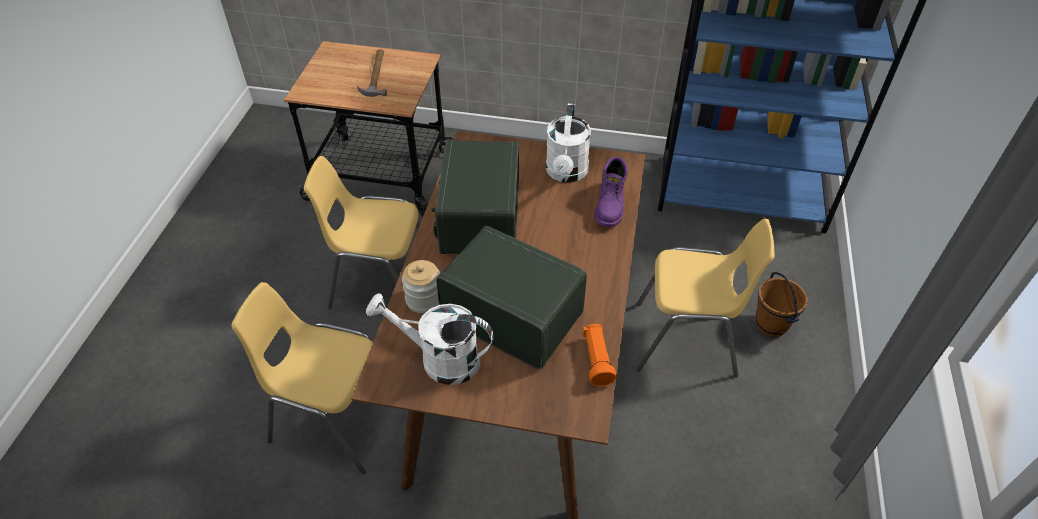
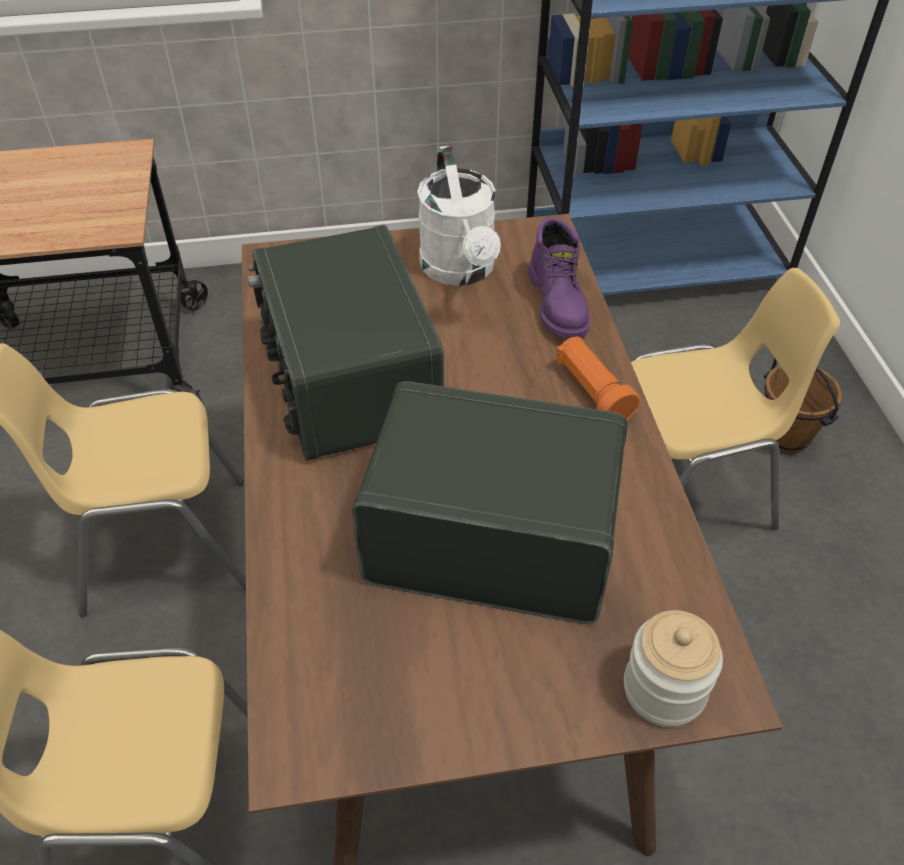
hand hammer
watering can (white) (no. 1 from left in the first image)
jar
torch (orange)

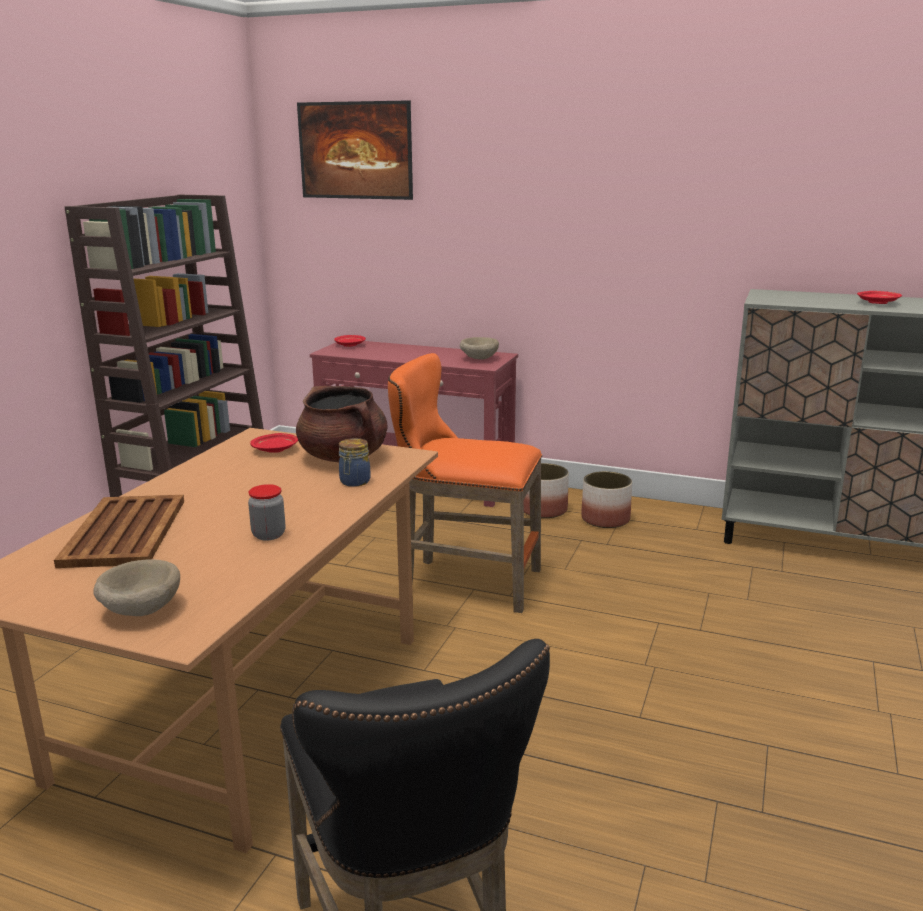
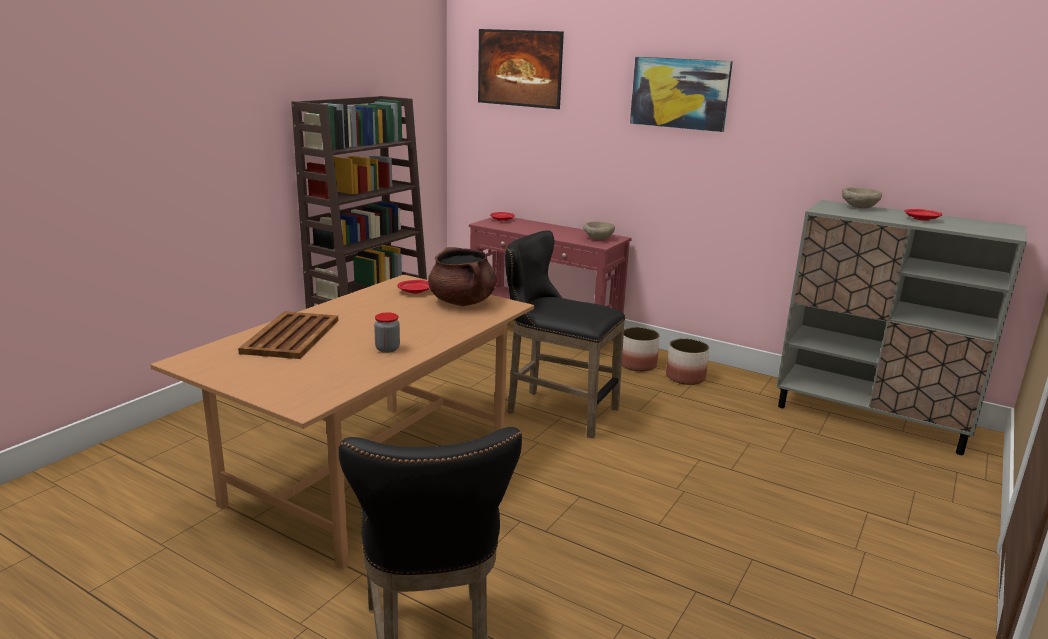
jar (no. 2 from left in the first image)
picture (no. 2 from left)
serving bowl (sand-coloured) (no. 2 from left)
stool seat (black) (no. 2 from left)

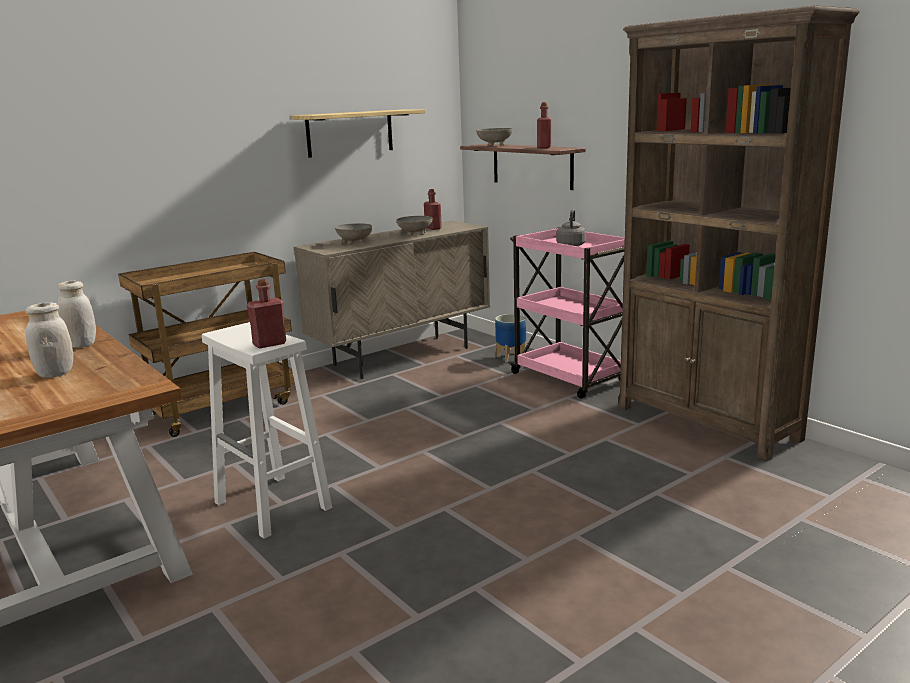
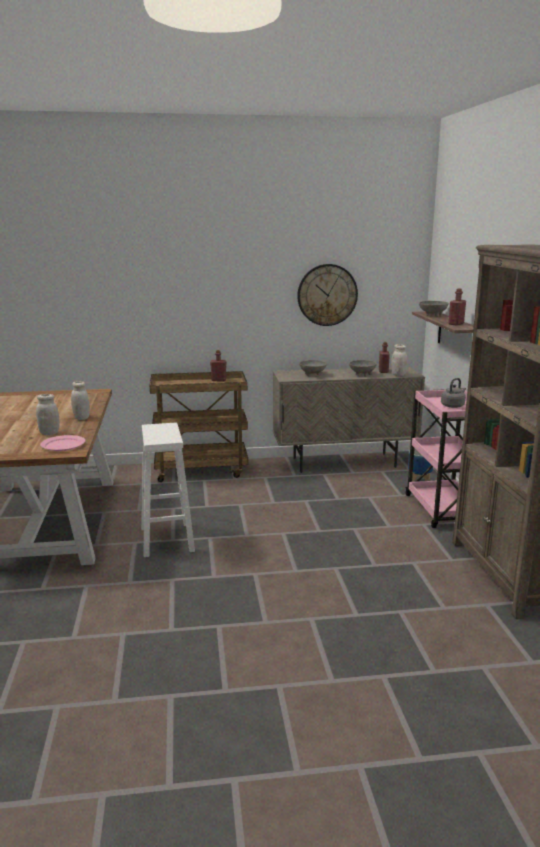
plate (pinkish)
jar (white) (no. 3 from left)
drink bottle (red) (no. 1 from left)
wall clock

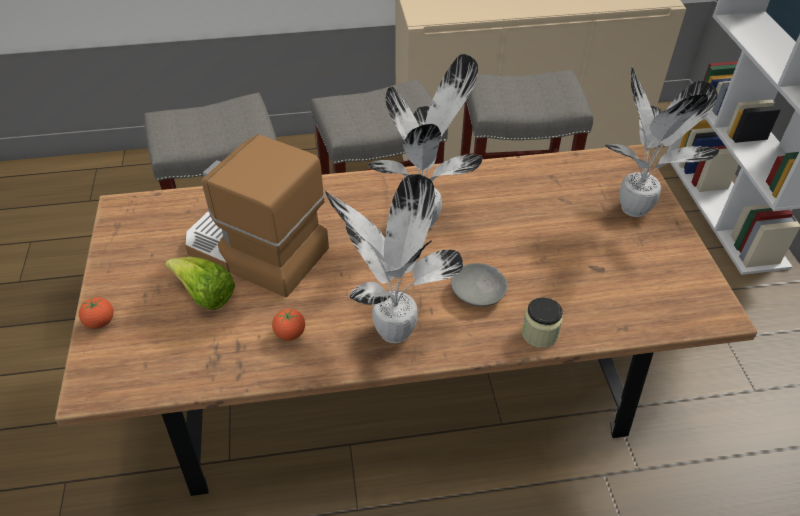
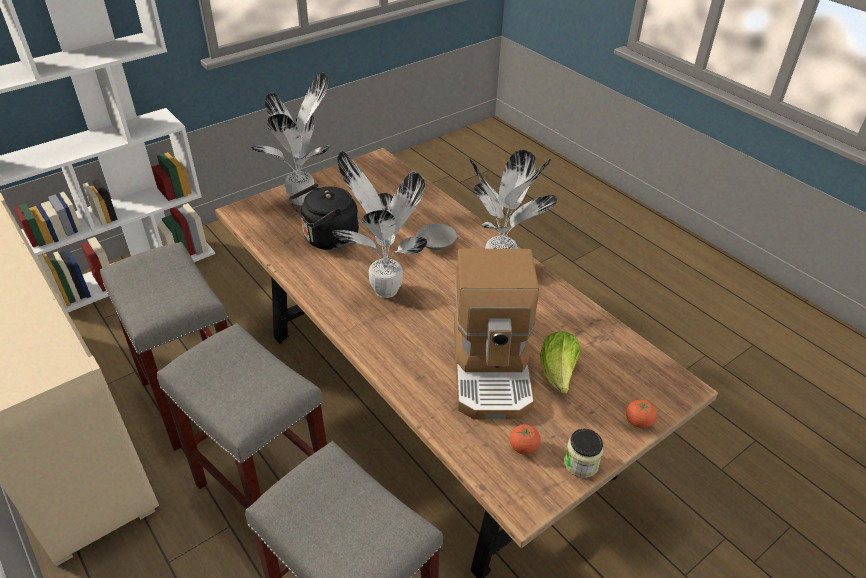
kettle (black)
fresh tomato (no. 1 from left)
jar

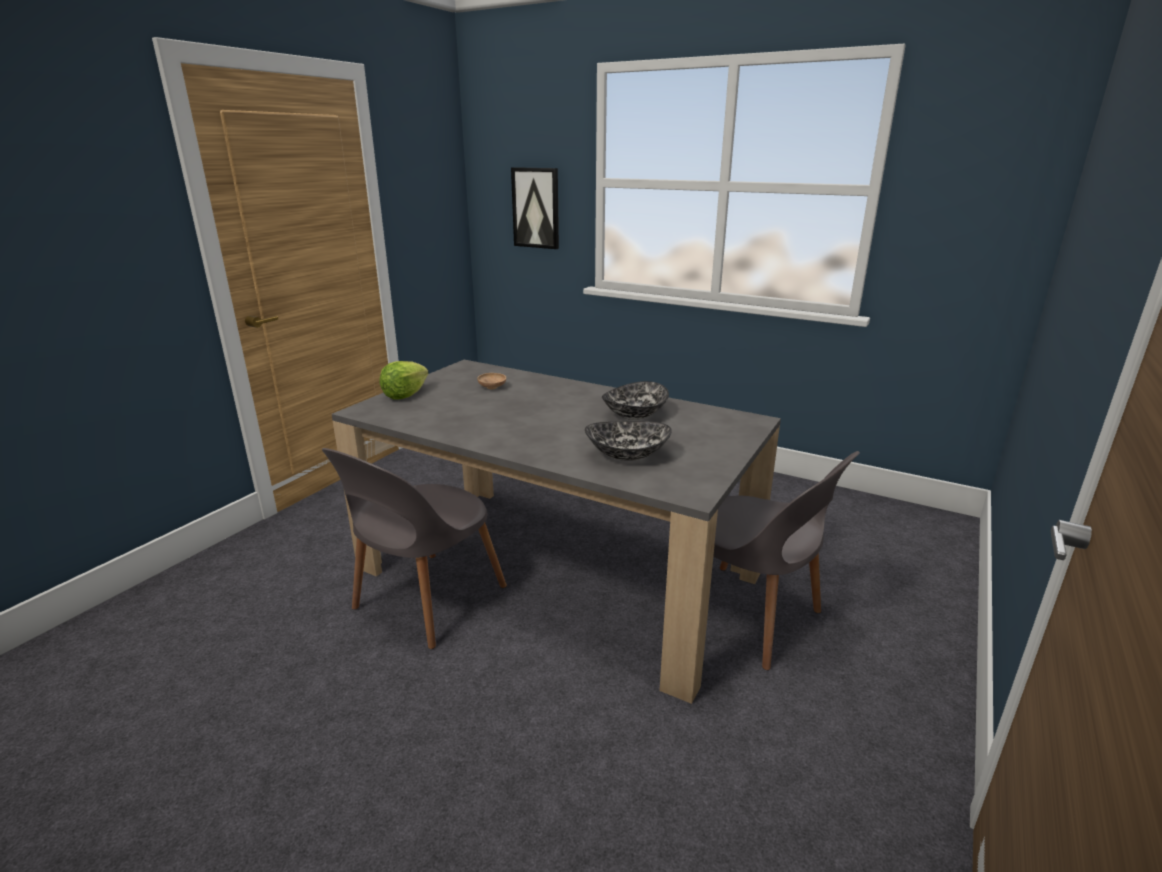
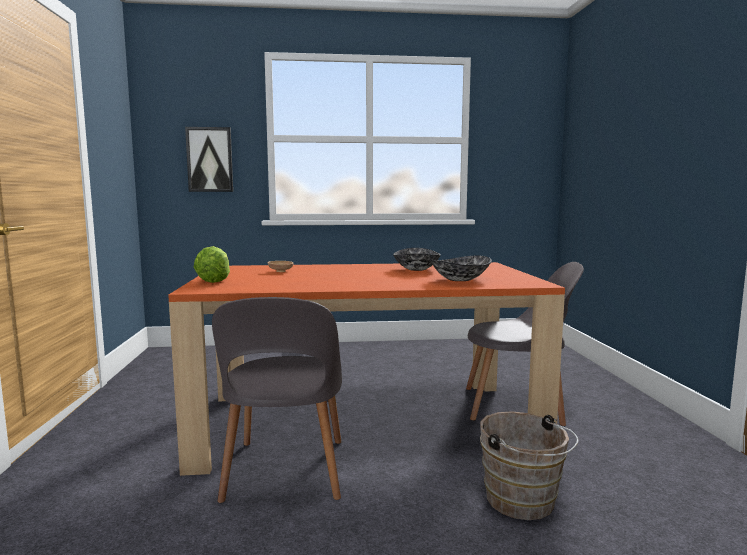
water bucket (brown)
dinner table (orange)

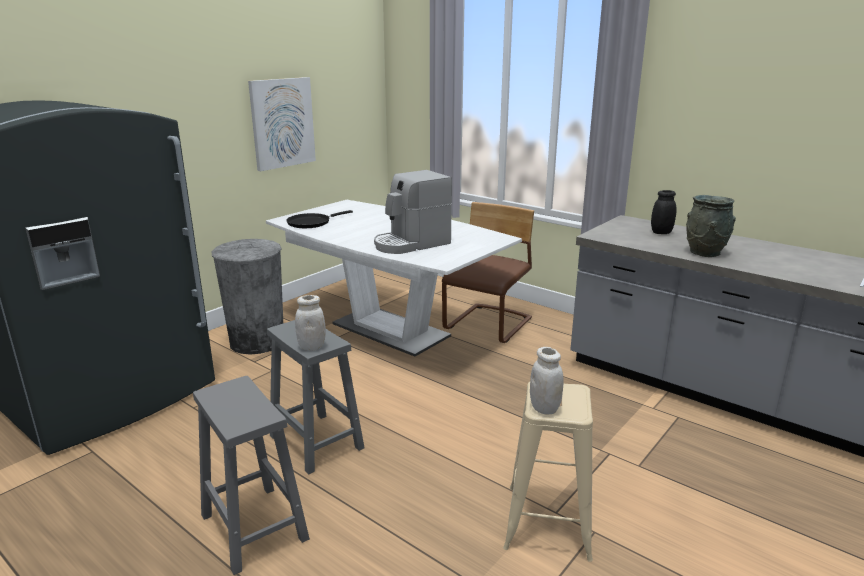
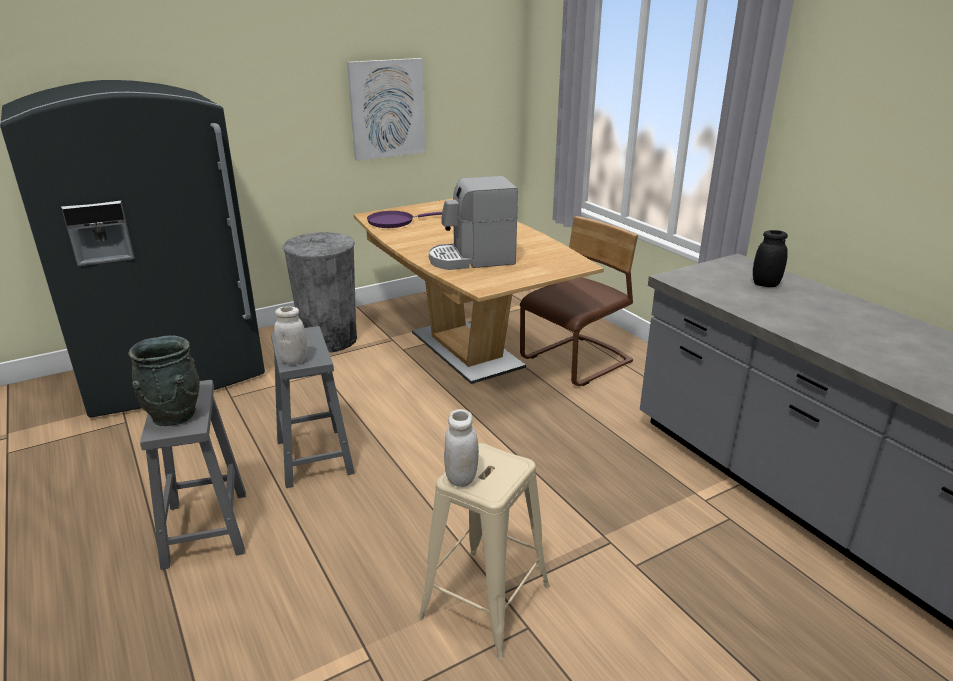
flower vase (gray)
dinner table (brown)
pan (purplish)

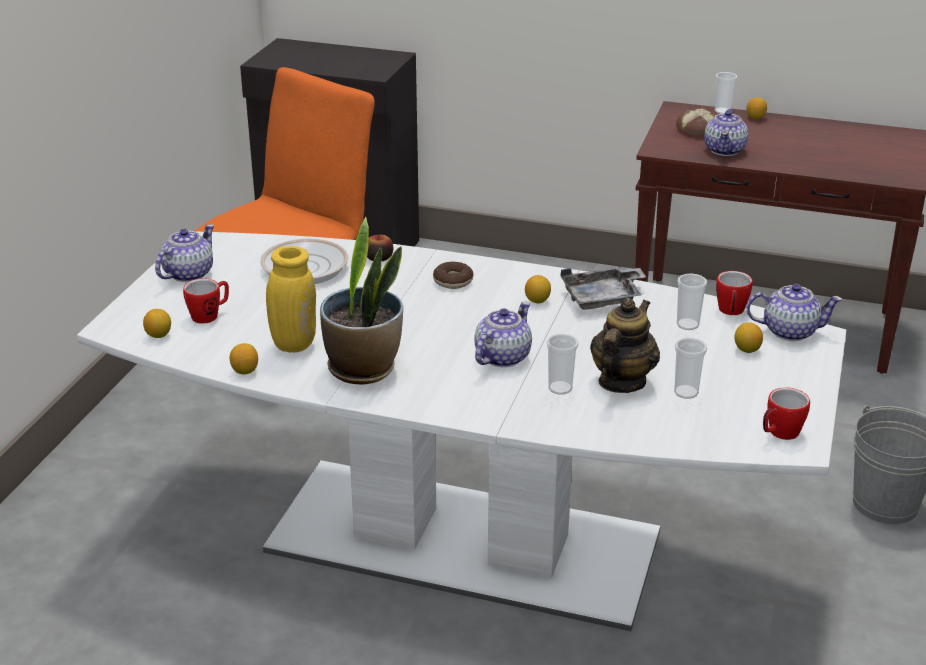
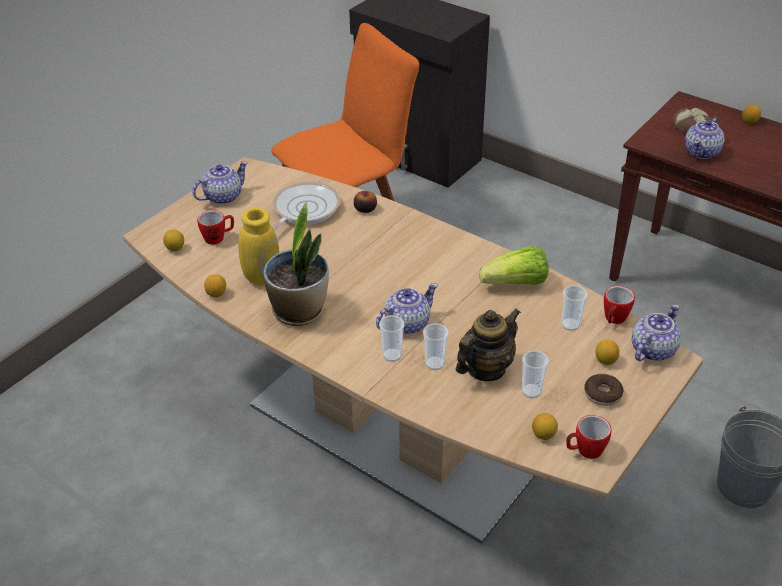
doughnut
lemon (no. 3 from left)
drinking cup (no. 1 from left)
lettuce
dinner table (brown)
tea pot (no. 4 from left)

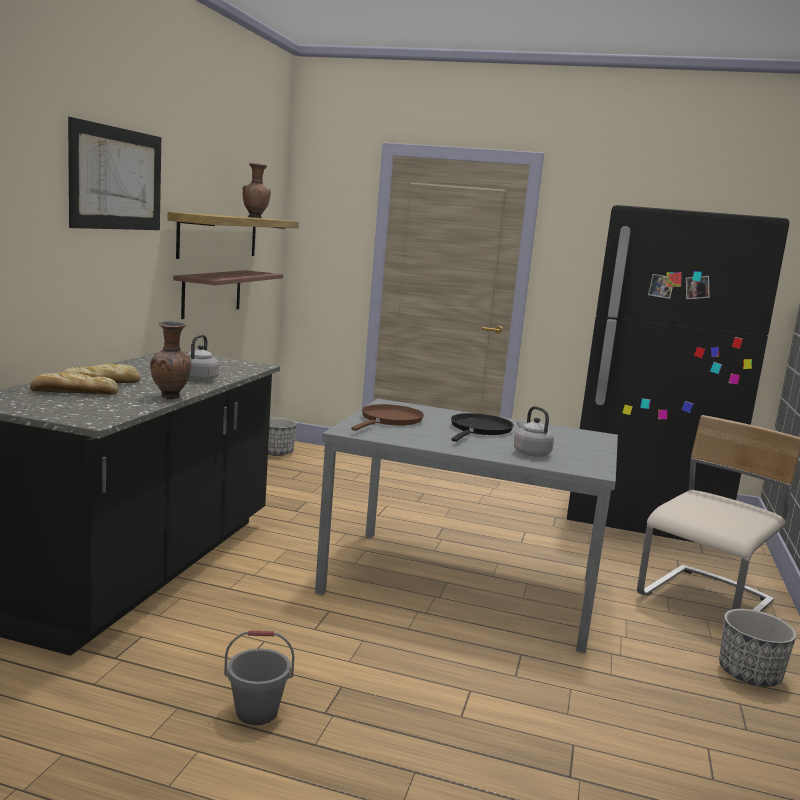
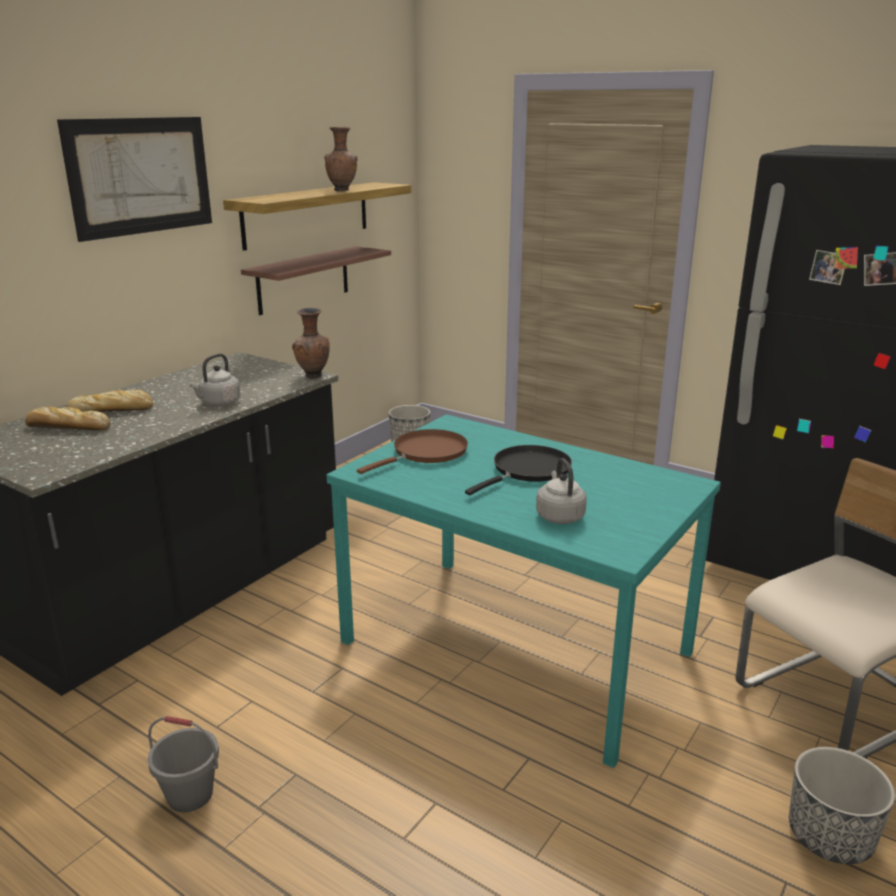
flower vase (brown) (no. 1 from left)
dinner table (blue-green)

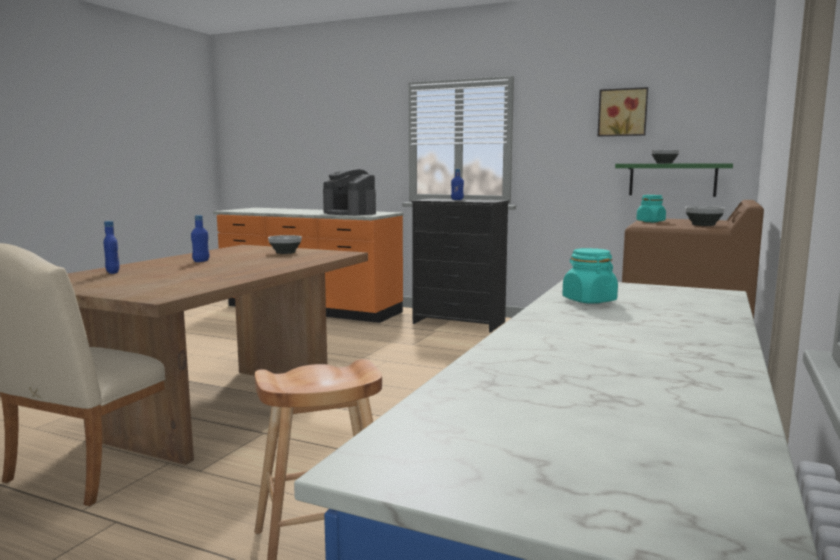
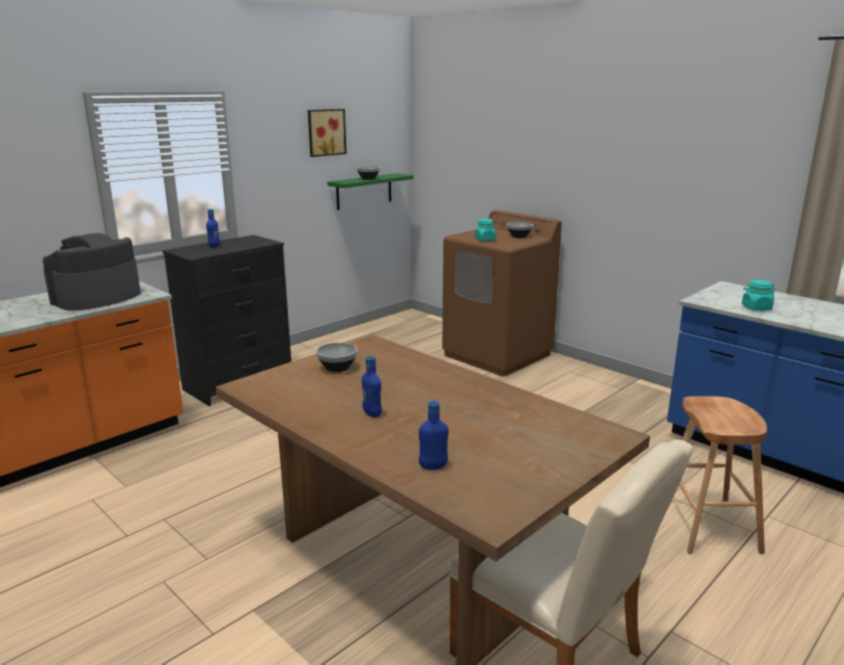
coffee machine

